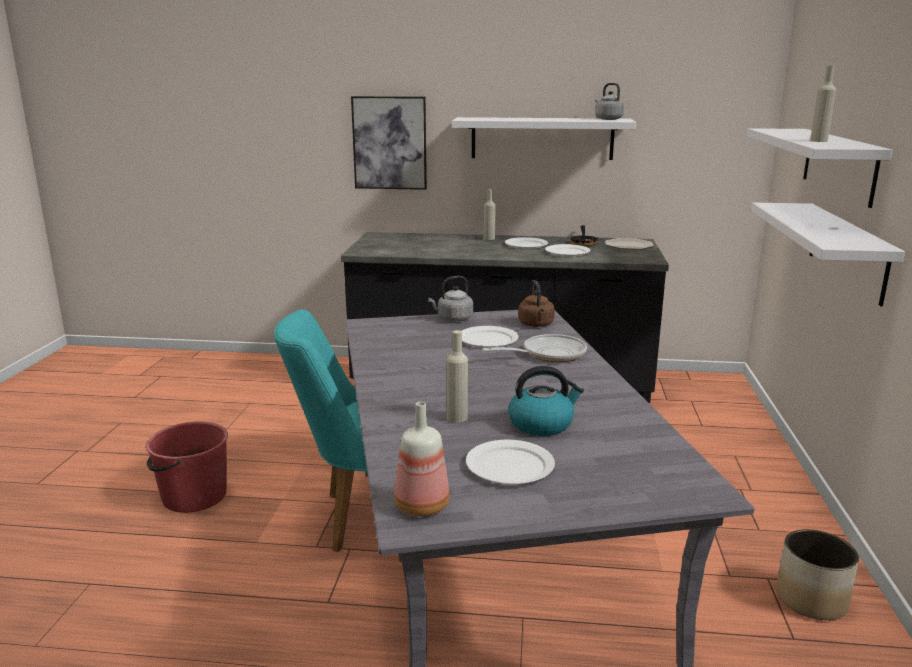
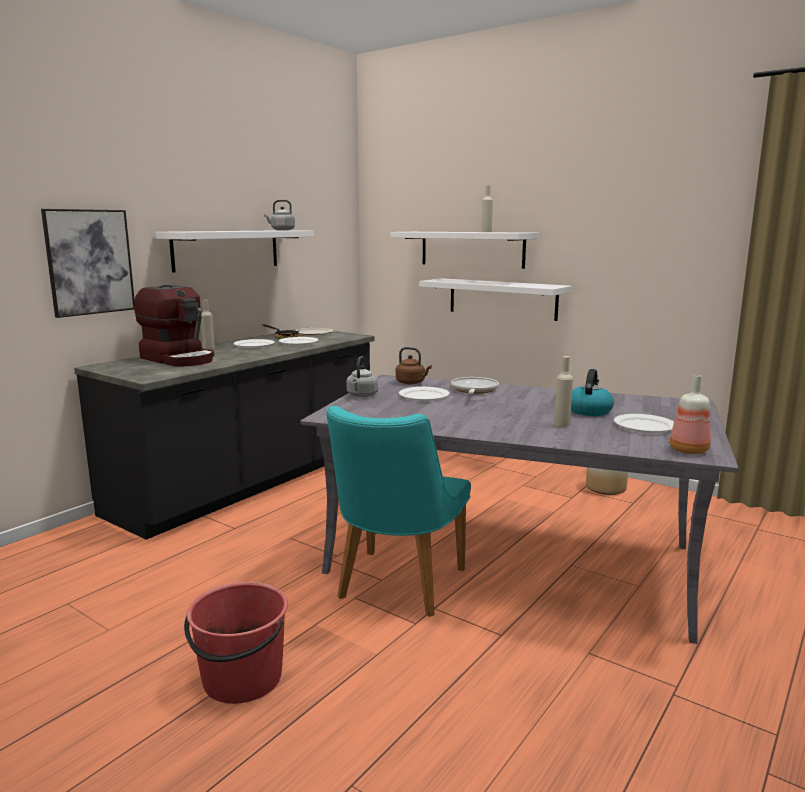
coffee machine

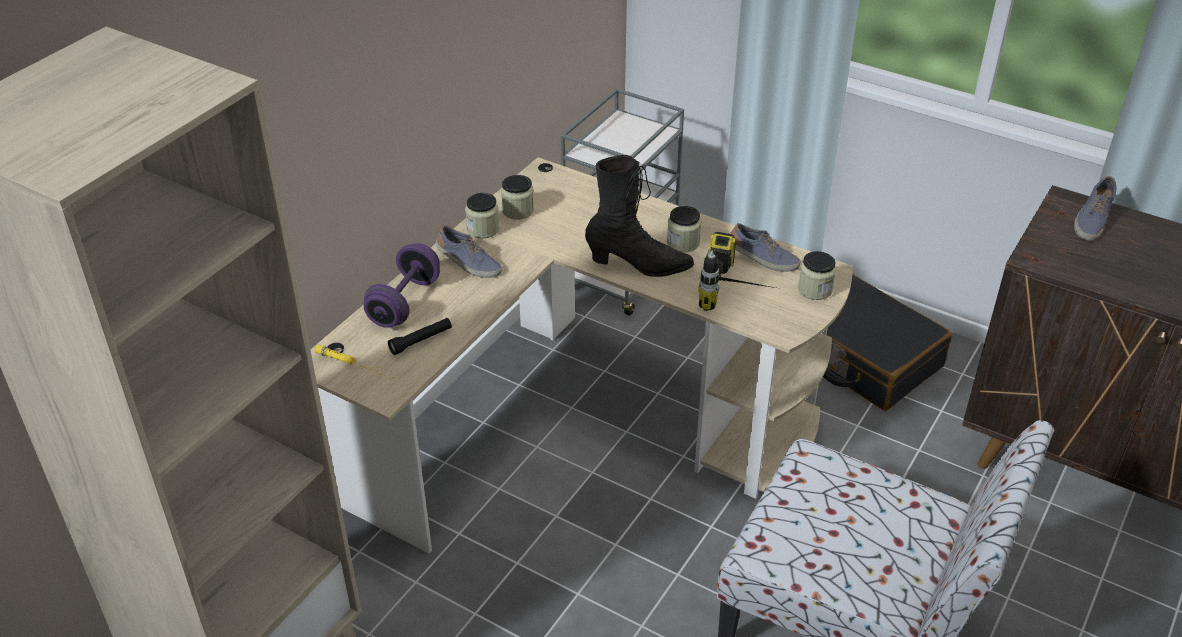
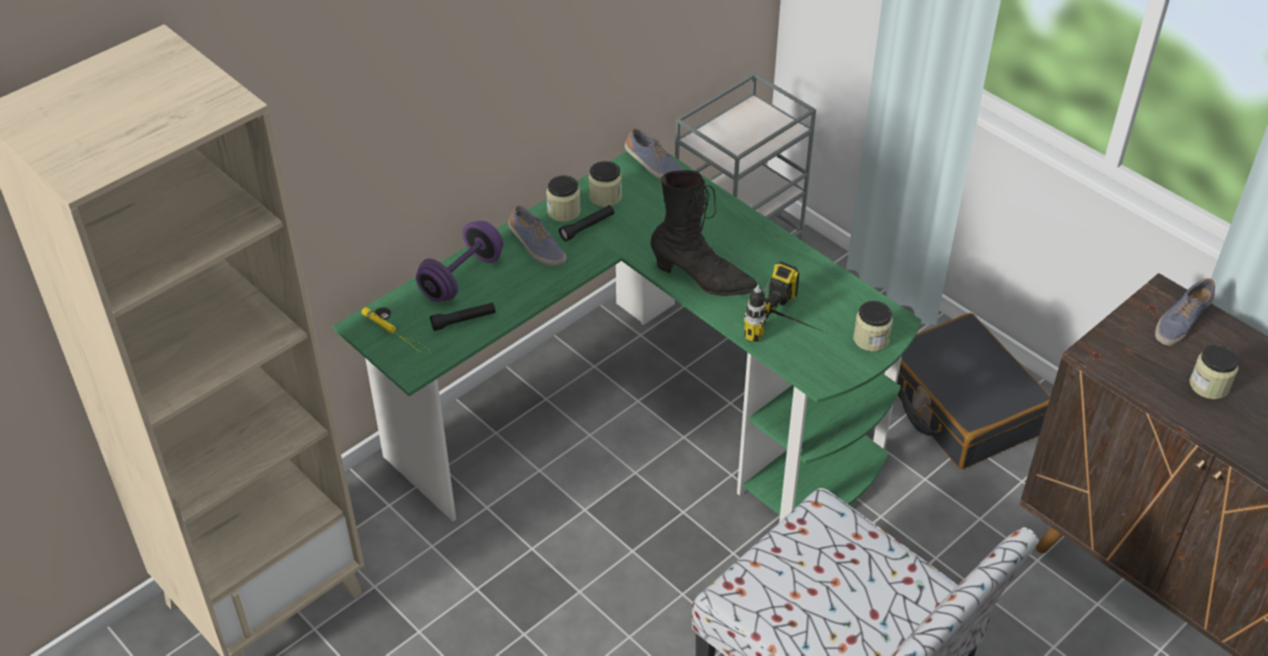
torch (black) (no. 2 from left)
jar (no. 4 from left)
item of footwear (no. 2 from left)
desk table (green)

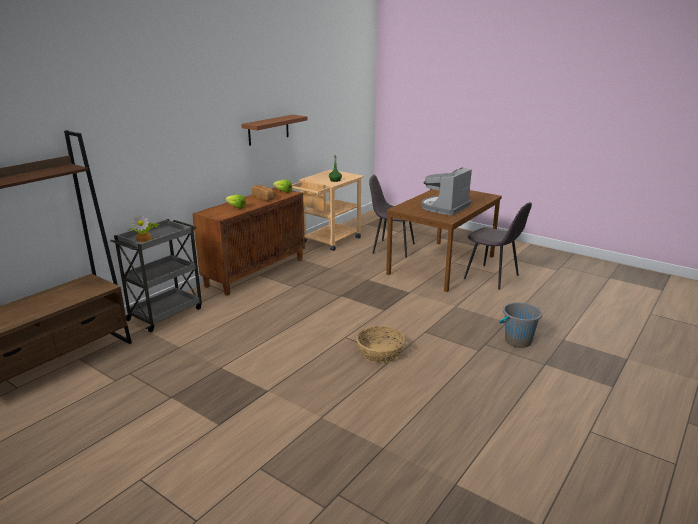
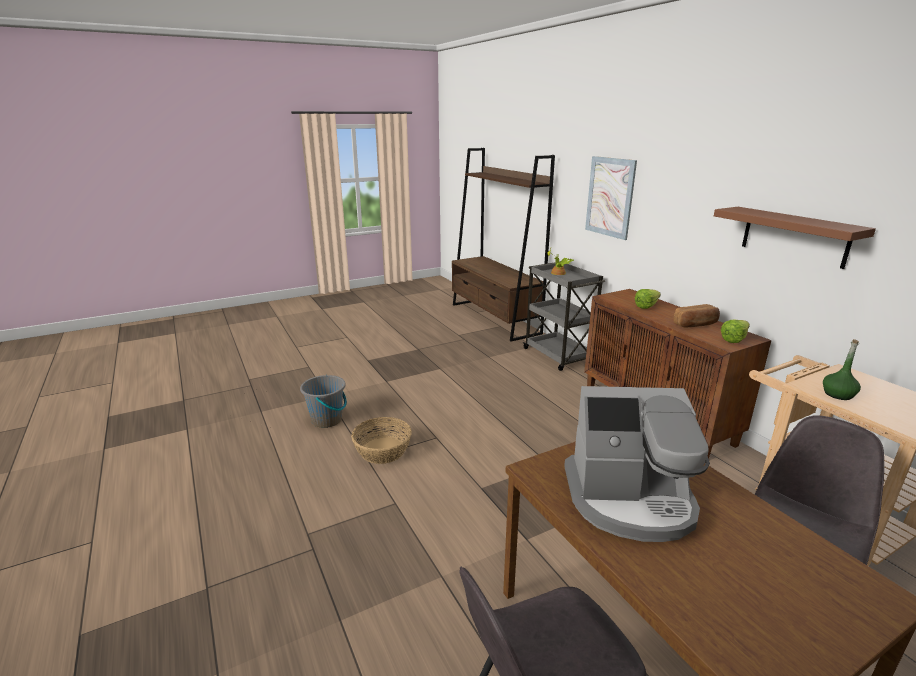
picture
water bucket (gray)
coffee machine

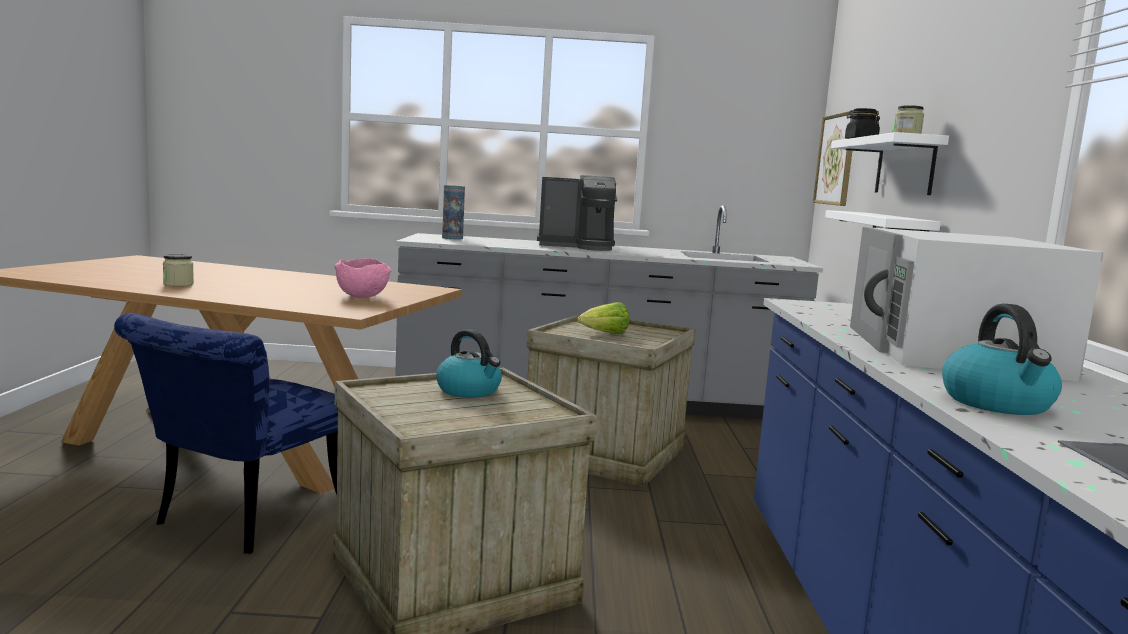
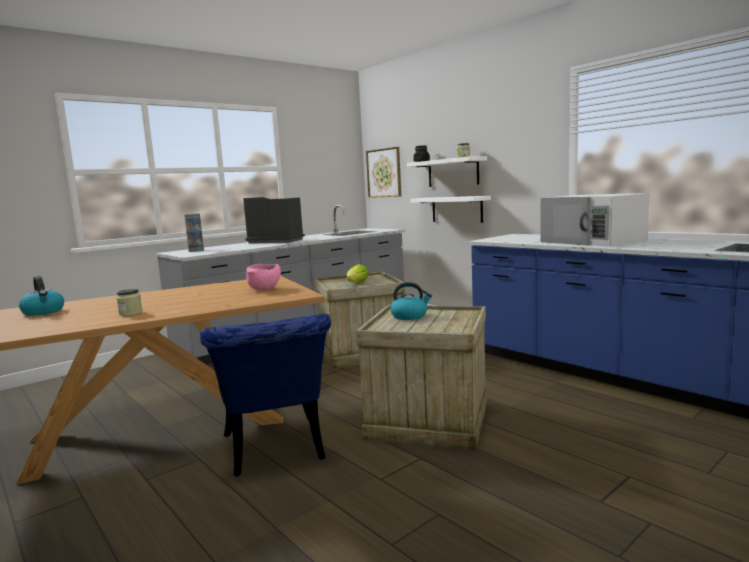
kettle (no. 1 from left)
coffee machine

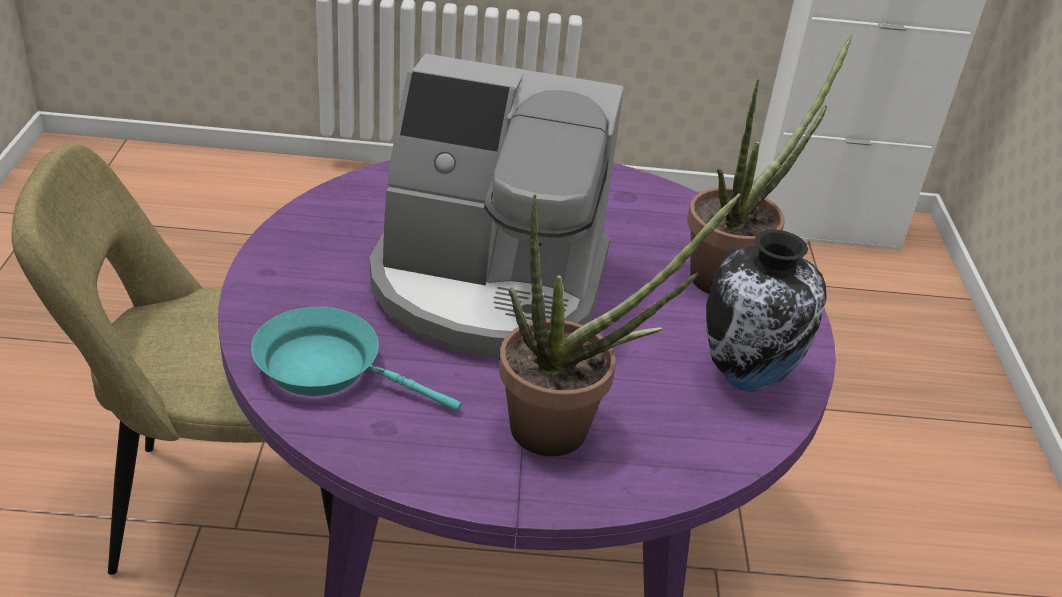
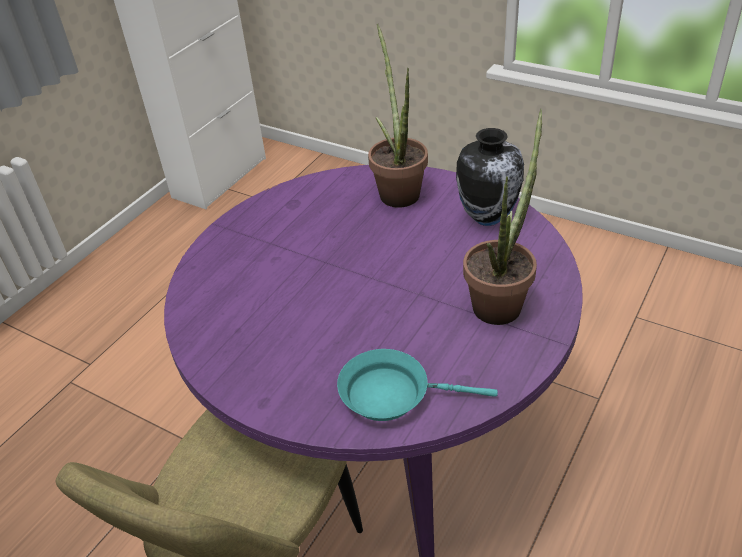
coffee machine
pan (blue-green)

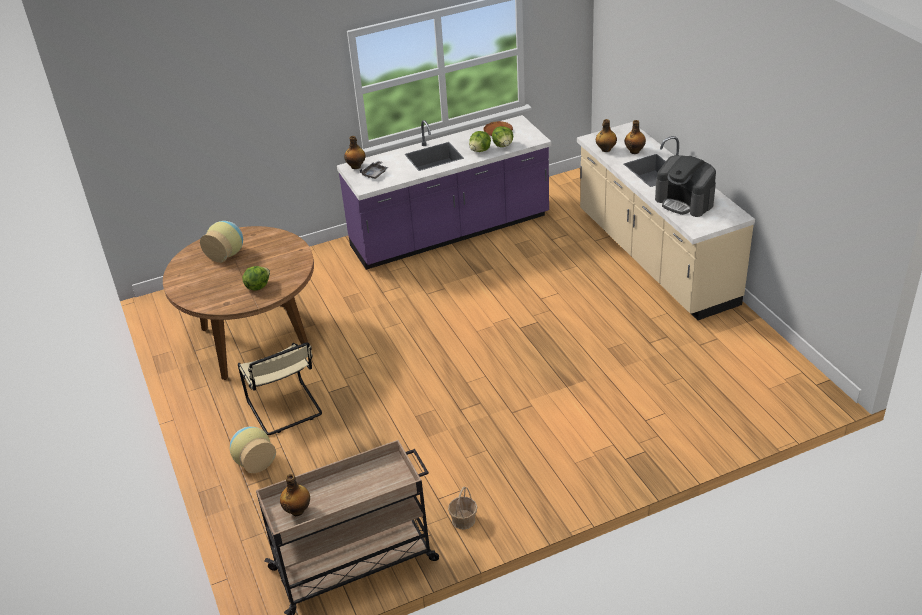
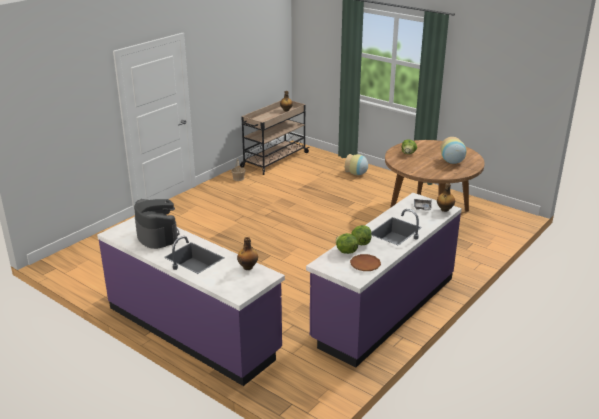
upright chair (sand-coloured)
drink bottle (no. 4 from left in the first image)
kitchen base unit (purplish) (no. 1 from left)
coffee machine

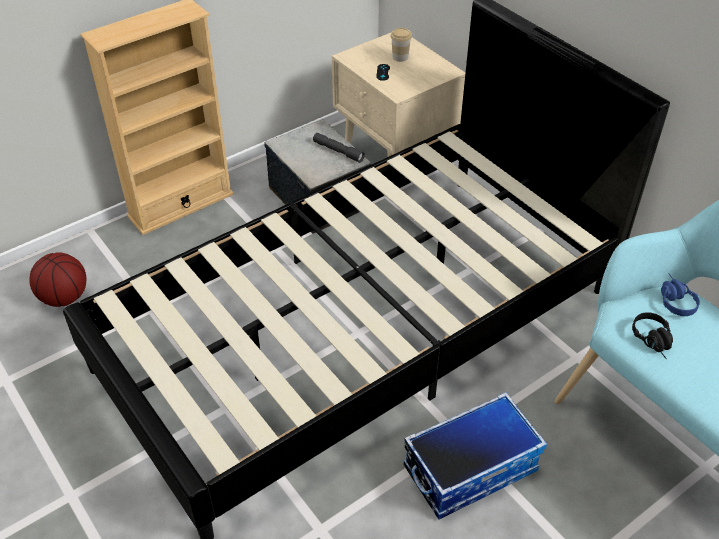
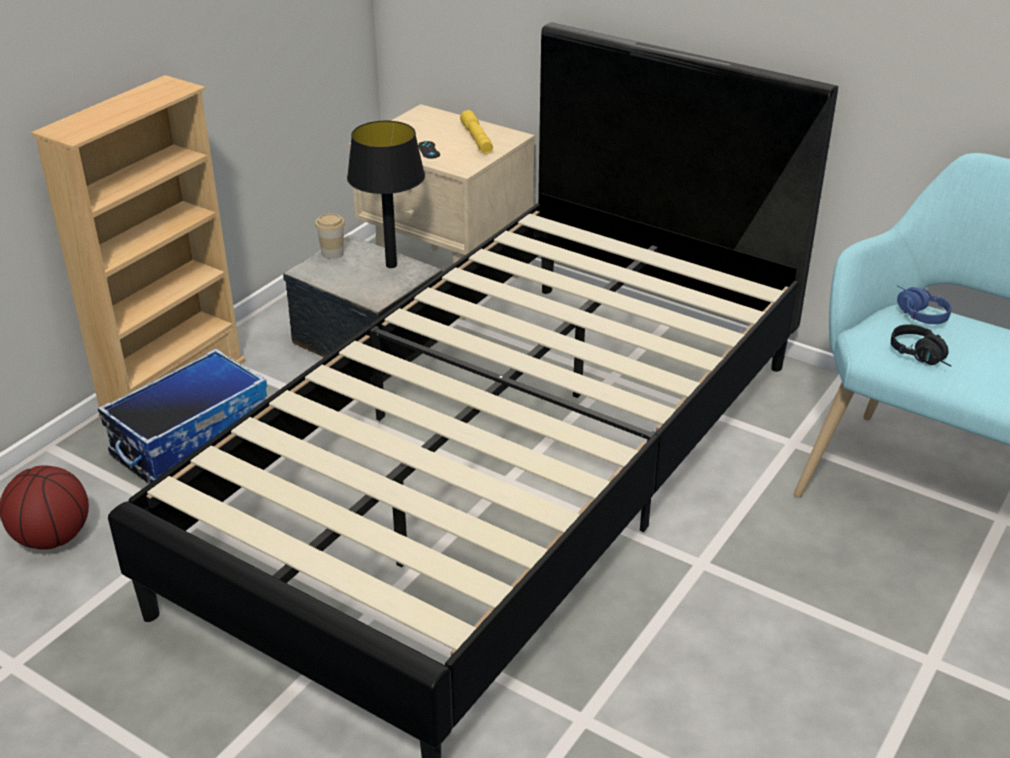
torch (yellow)
drinking cup
storage box (no. 1 from left)
table lamp (black)

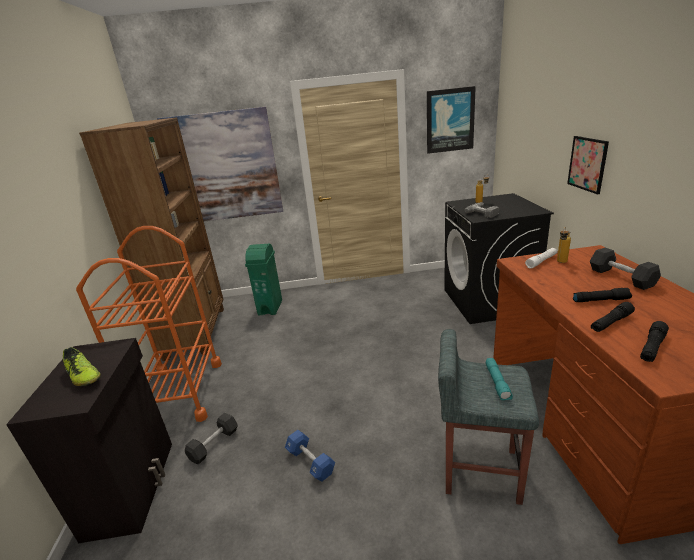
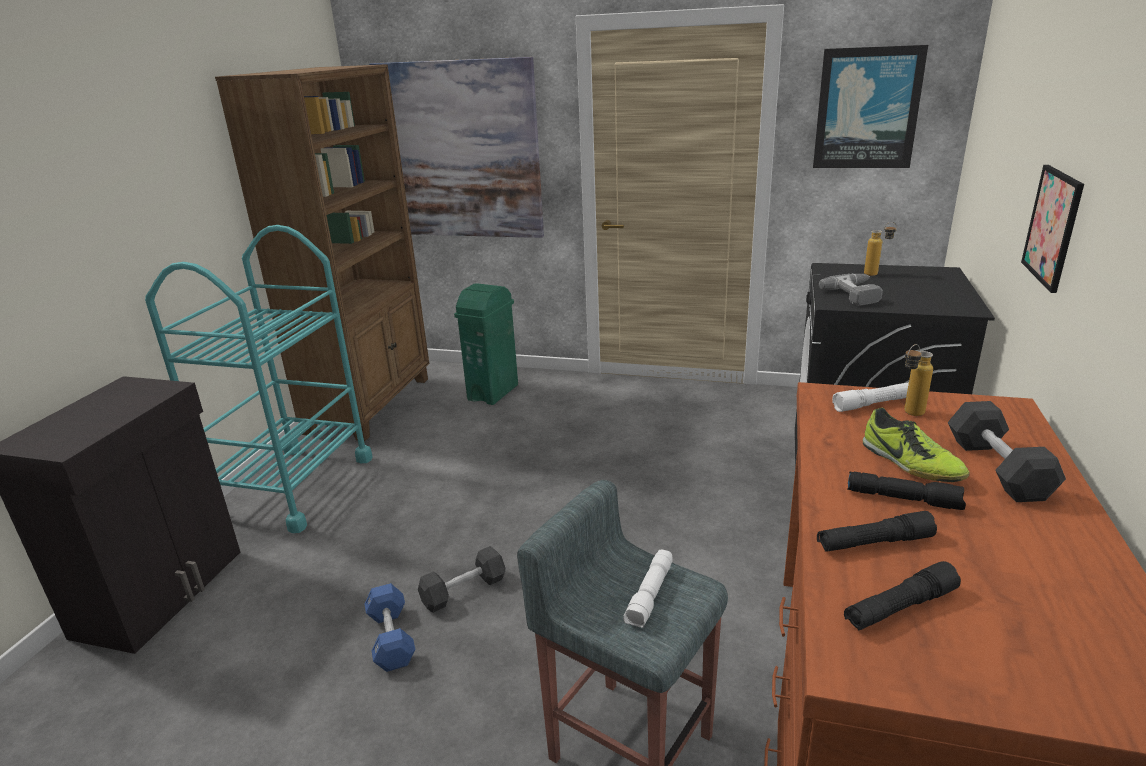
item of footwear
dumbbell (black) (no. 1 from left)
wheeled cart (blue-green)
torch (white) (no. 1 from left)

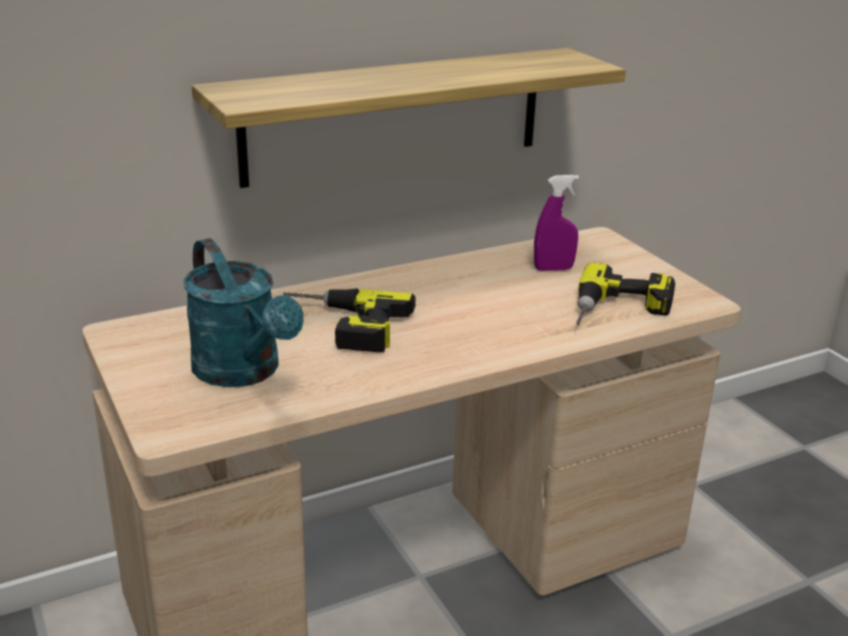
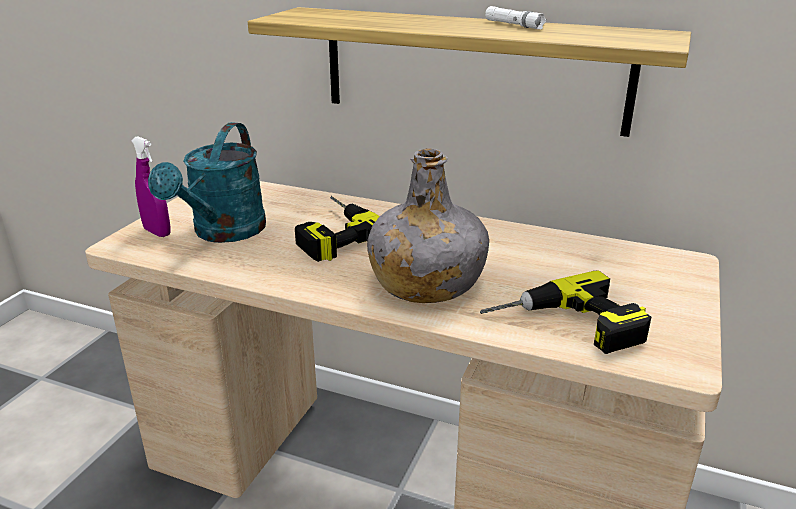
drink bottle (gray)
torch (white)
hand sprayer (purplish)

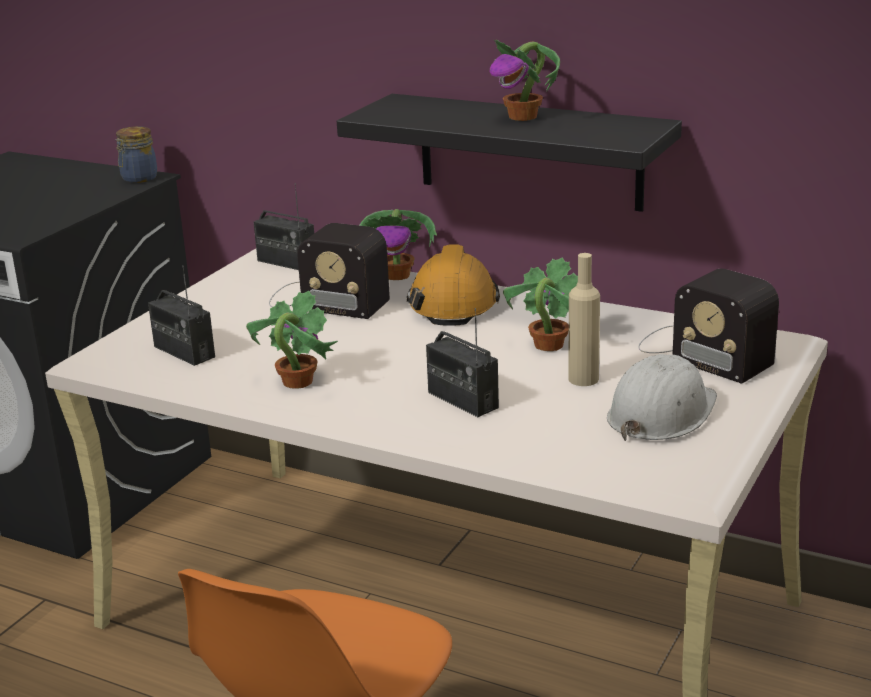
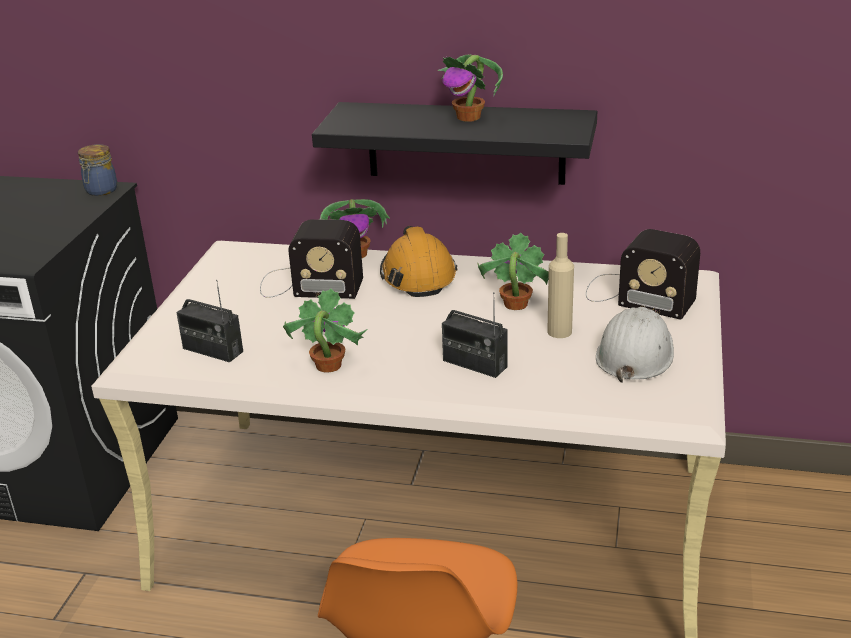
radio (no. 2 from left in the first image)

